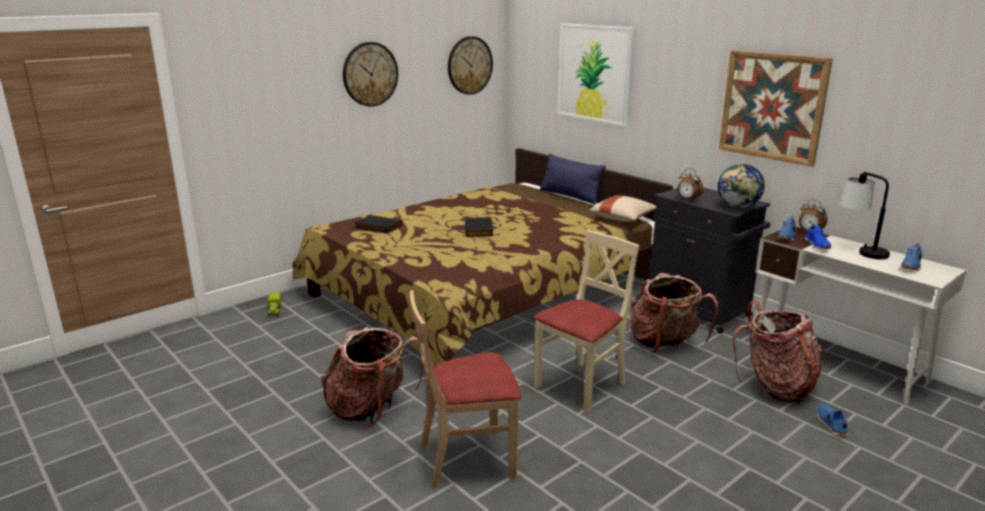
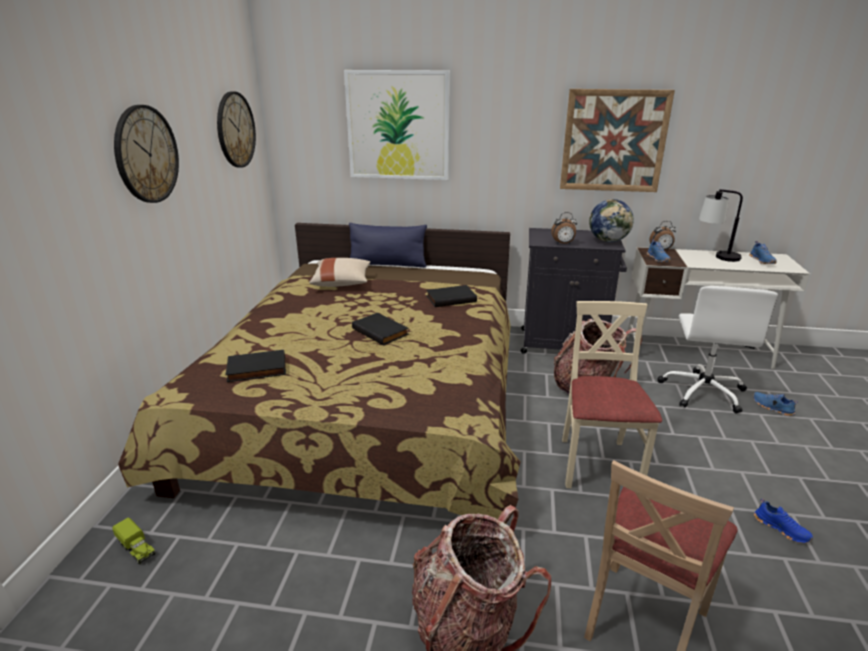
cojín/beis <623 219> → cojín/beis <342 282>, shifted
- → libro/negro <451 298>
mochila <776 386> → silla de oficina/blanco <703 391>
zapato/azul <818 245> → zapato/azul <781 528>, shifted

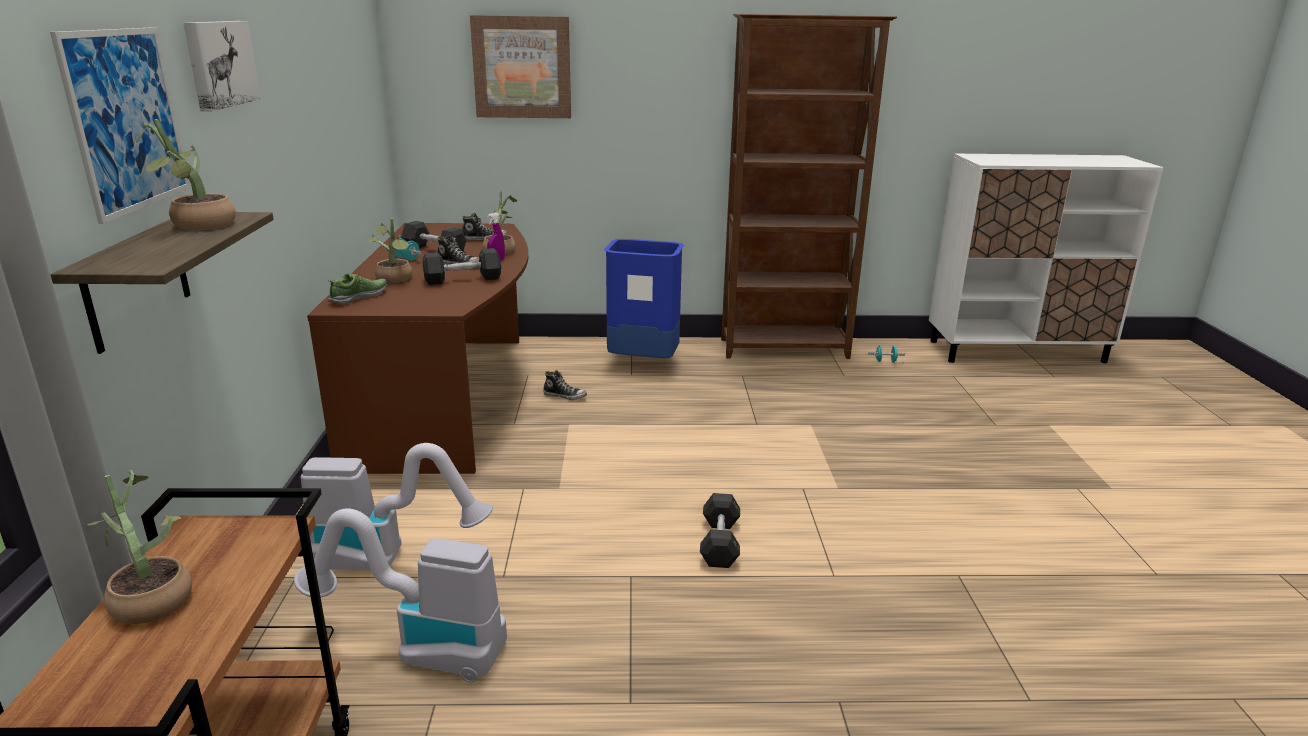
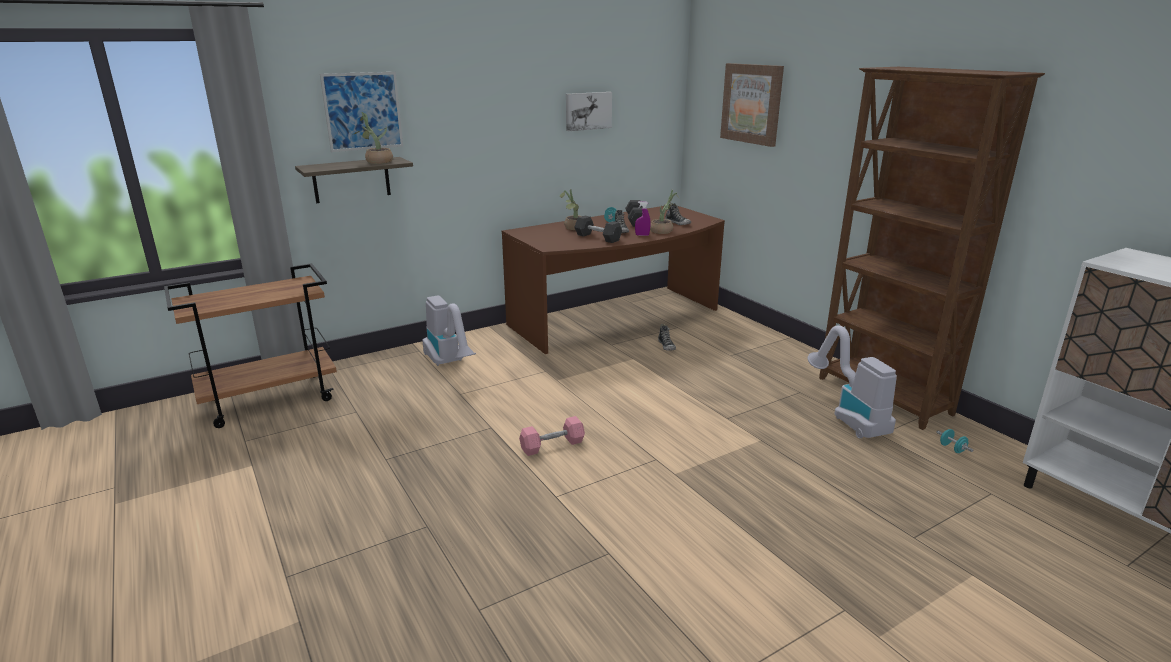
mancuerna/gris <720 543> → mancuerna/rosa <552 445>
cuadro <219 64> → cuadro <587 111>, shifted
aspiradora <419 648> → aspiradora <848 415>, shifted
planta en maceta <150 598> → -
zapato <359 297> → -
papelera/azul <643 362> → -

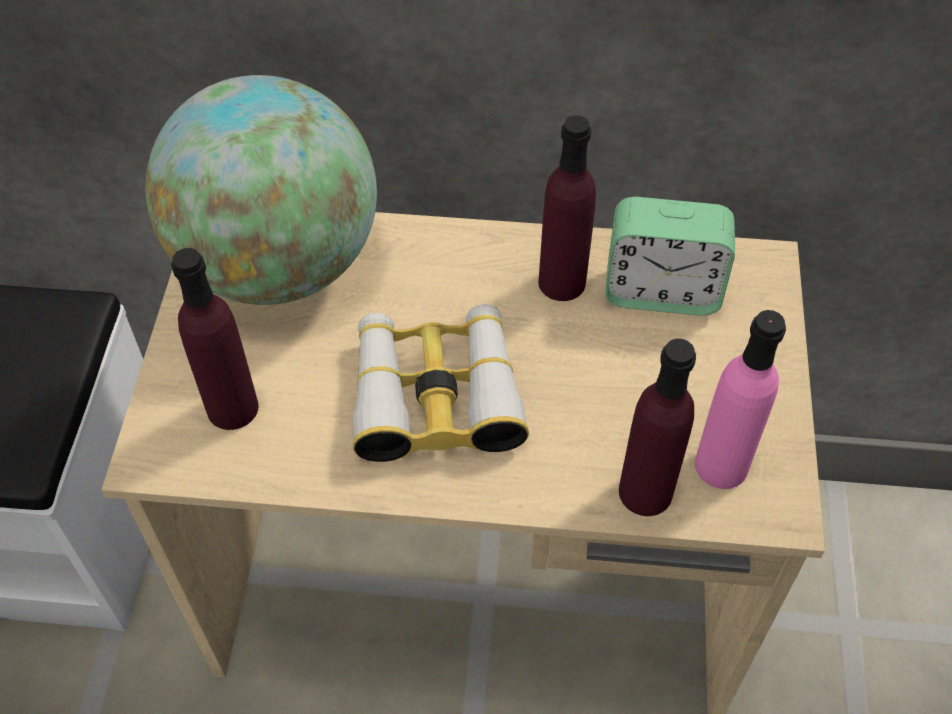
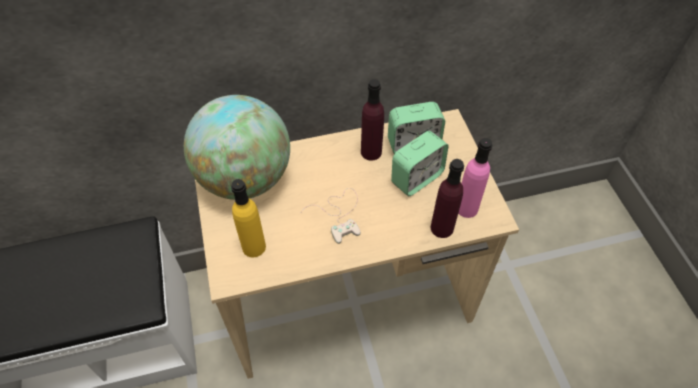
botella/morado <232 408> → botella/amarillo <254 247>
prismáticos <436 394> → mando de consola/blanco <339 214>
- → despertador <416 178>

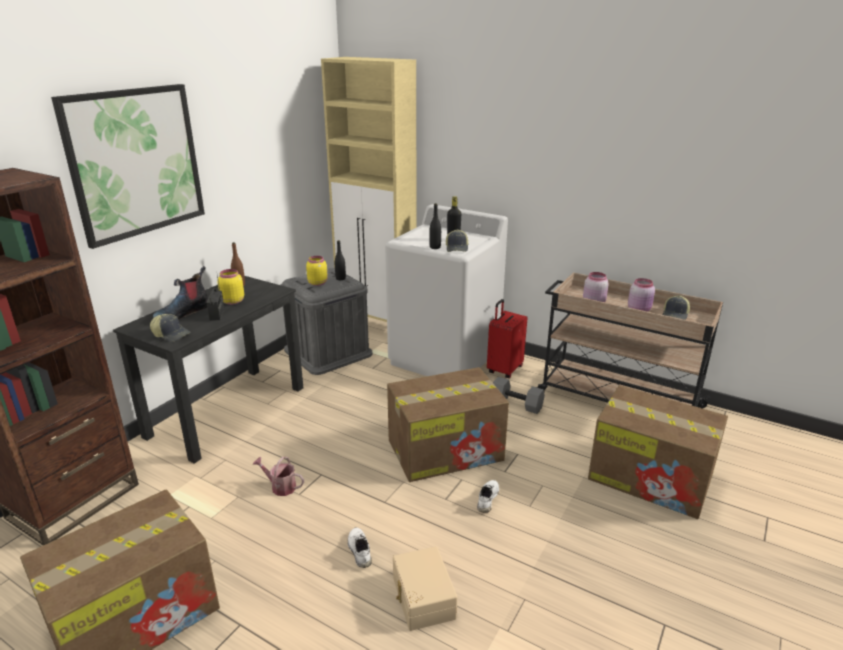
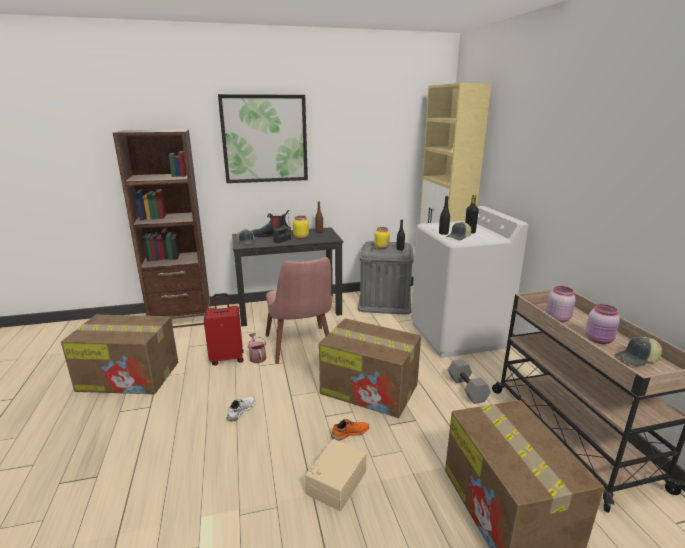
maleta/rojo <504 369> → maleta/rojo <227 358>, shifted
- → silla/rosa <301 349>
caja de almacenaje/beis <422 598> → caja de almacenaje/beis <335 481>, shifted
zapato/blanco <487 499> → zapato/naranja <350 433>

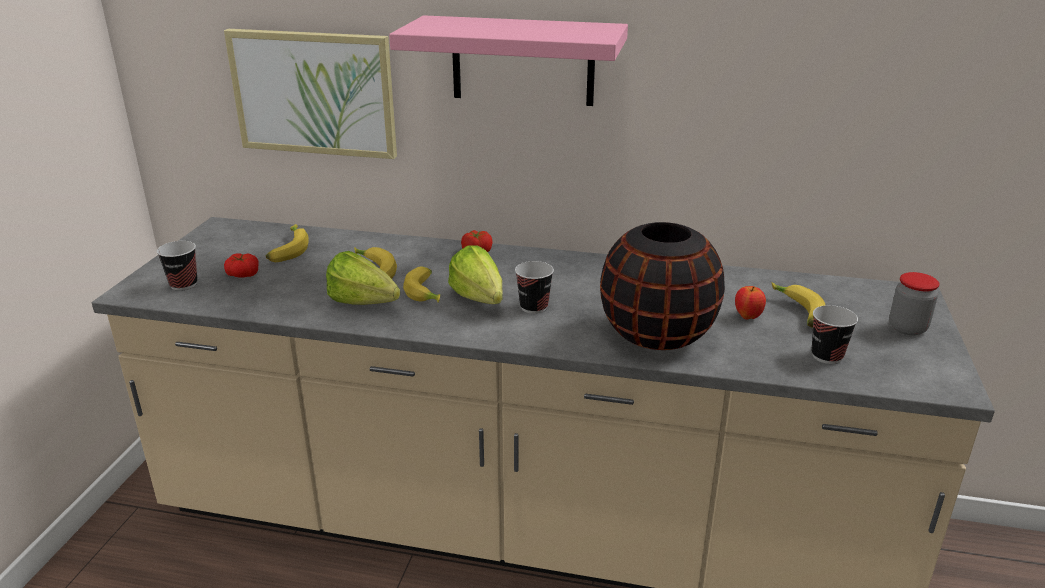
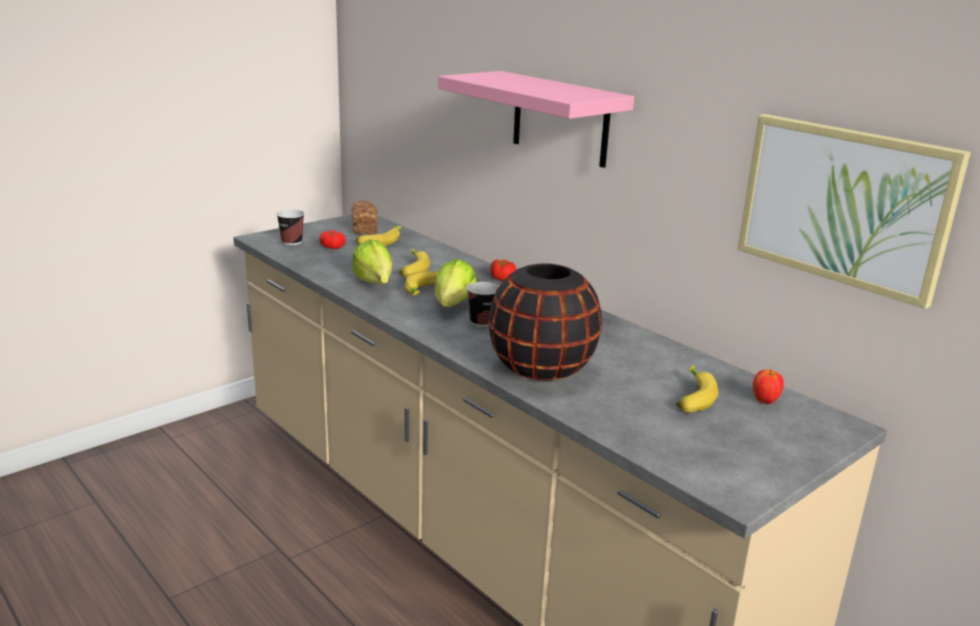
- → pan <364 228>
cuadro <314 93> → cuadro <844 205>, shifted
manzana <747 317> → manzana <765 401>, shifted
taza <827 356> → -
tarro <907 328> → -

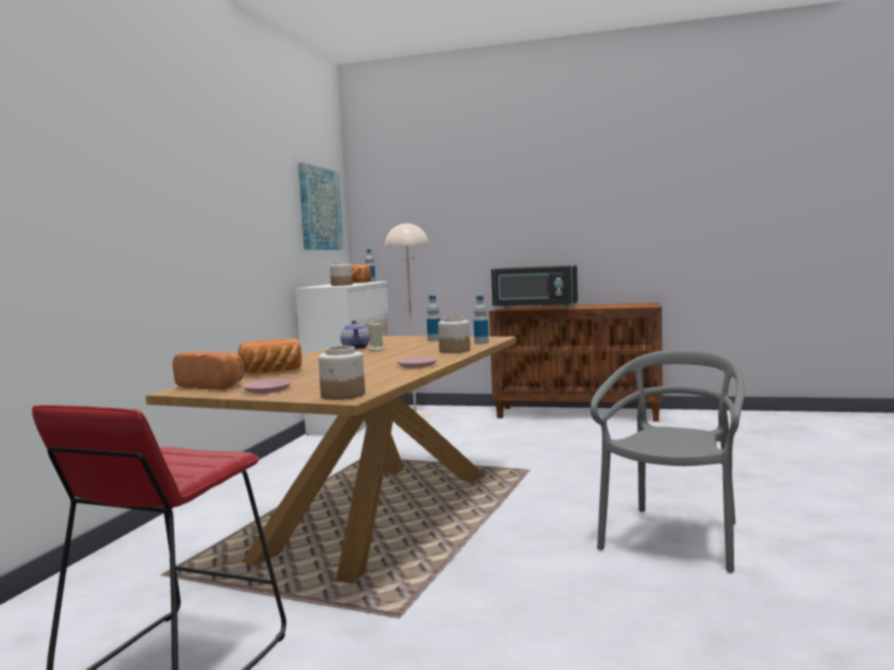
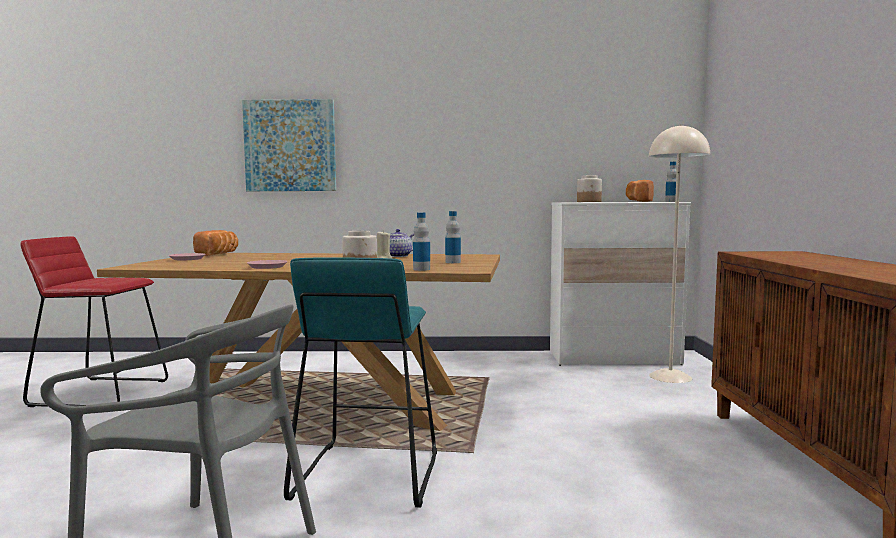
cuadro <319 208> → cuadro <290 146>, shifted
- → taburete/turquesa <367 474>
pan <272 373> → -
tarro <343 395> → -
microondas/negro <535 308> → -

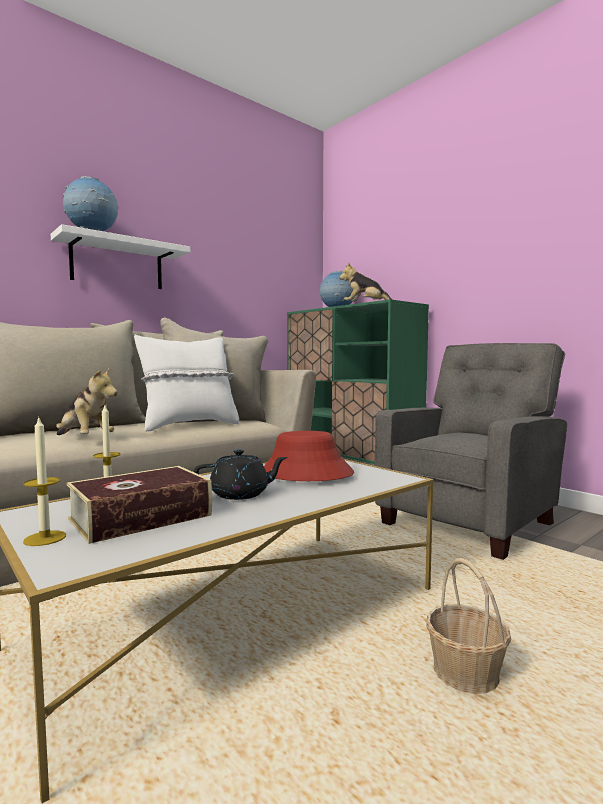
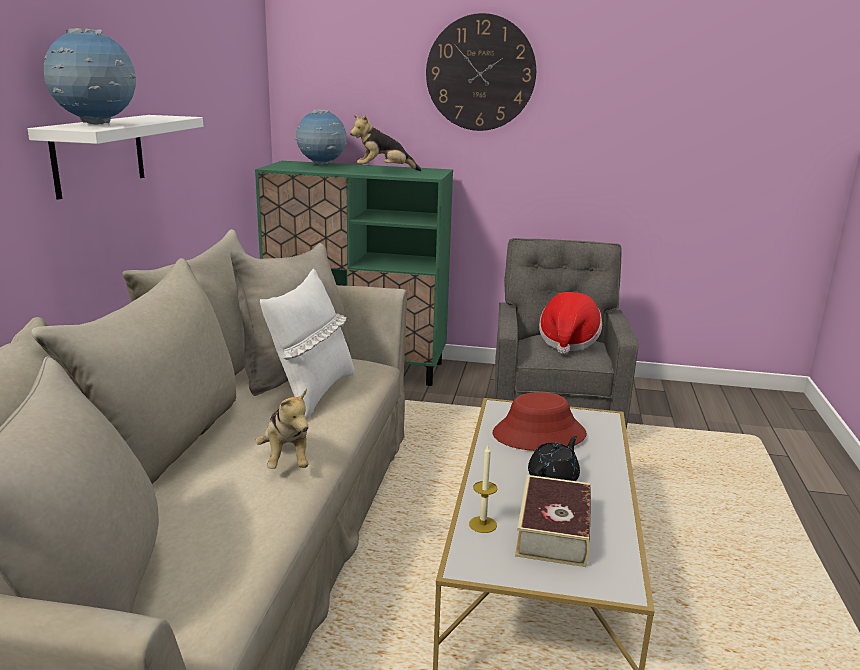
peluche <85 439> → peluche <287 459>, 75 degrees clockwise
- → reloj de pared <480 73>
- → sombrero <568 342>
vela <45 538> → -
cesta <465 674> → -

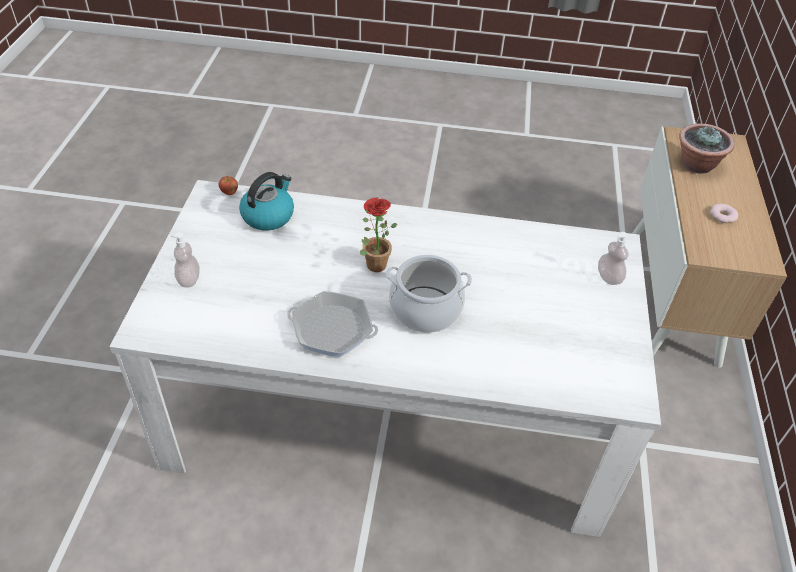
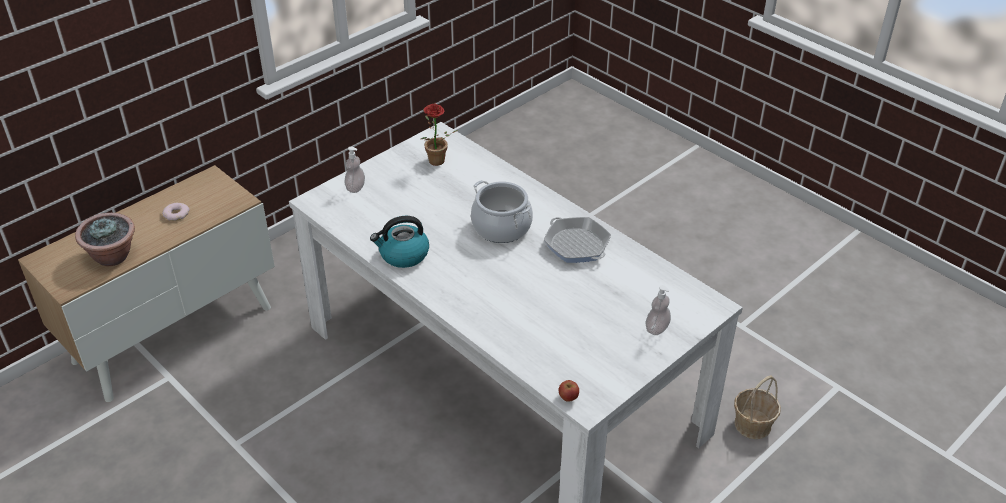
hervidor <268 216> → hervidor <403 255>, shifted
planta en maceta <373 262> → planta en maceta <436 163>, shifted
- → cesta <752 424>

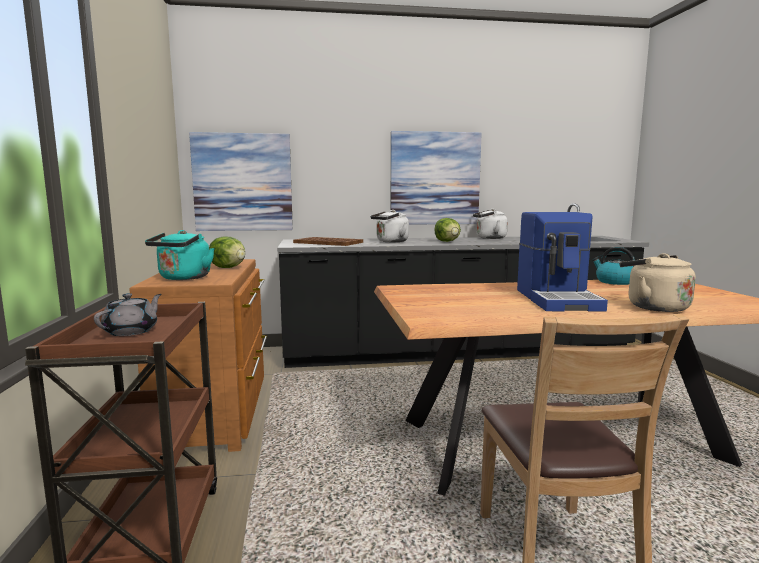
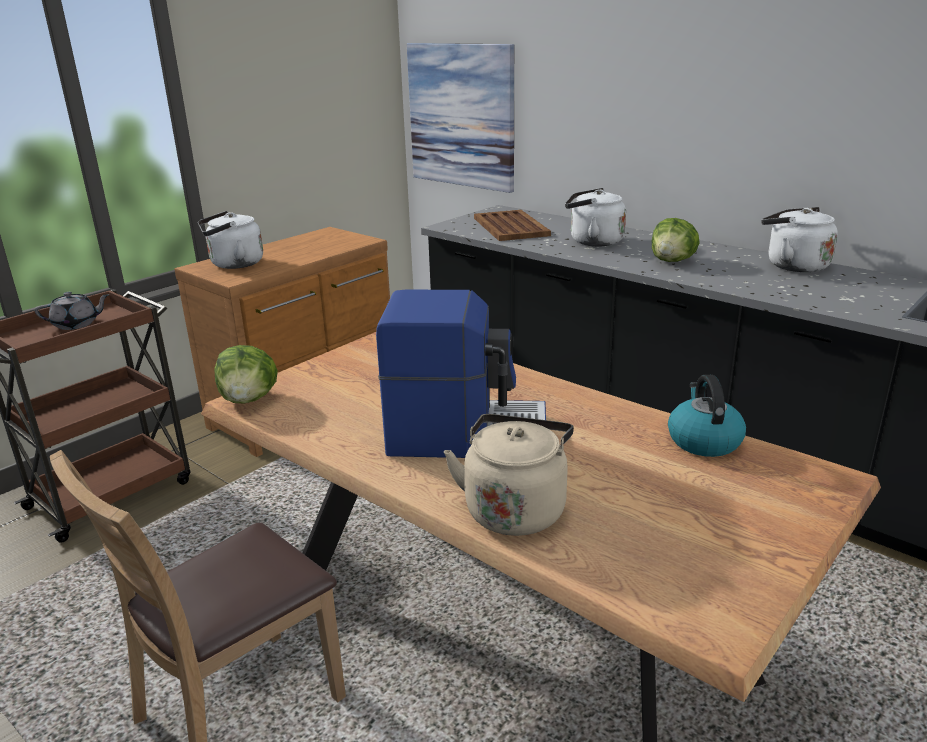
hervidor/turquesa <183 278> → hervidor/blanco <233 264>
lechuga <229 267> → lechuga <249 399>, shifted
cafetera <558 299> → cafetera <466 434>, 135 degrees counterclockwise
cuadro <435 178> → -

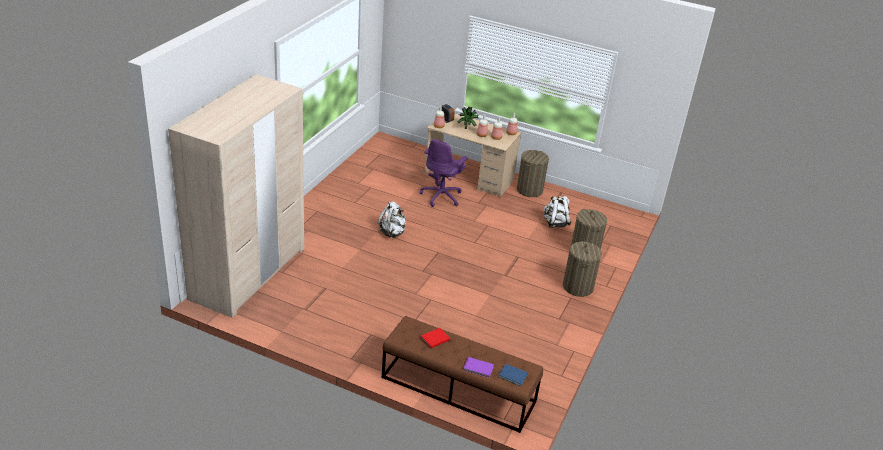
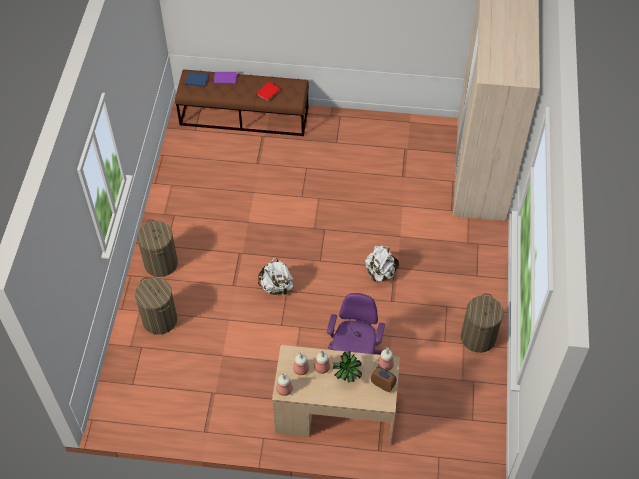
mochila/blanco <555 223> → mochila/blanco <276 287>, shifted
cesto de la ropa <529 190> → cesto de la ropa <478 337>, shifted

